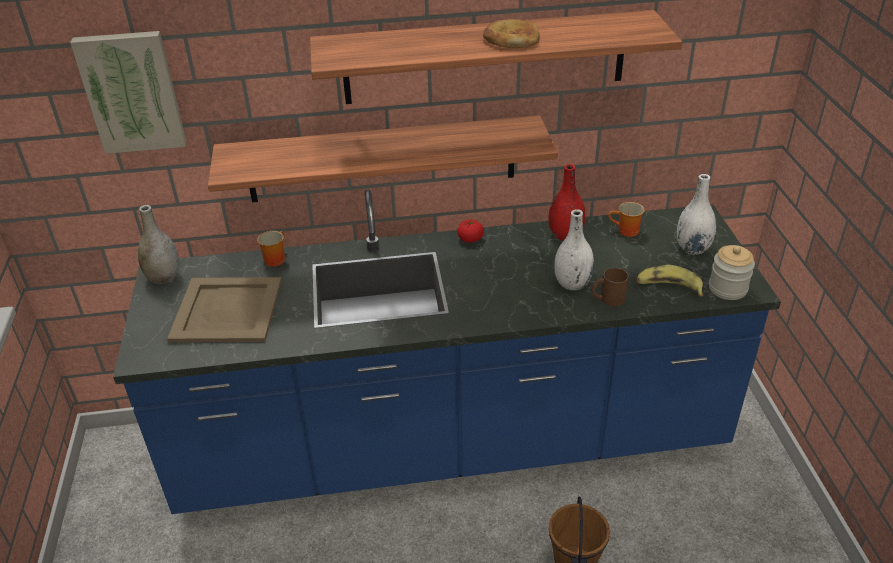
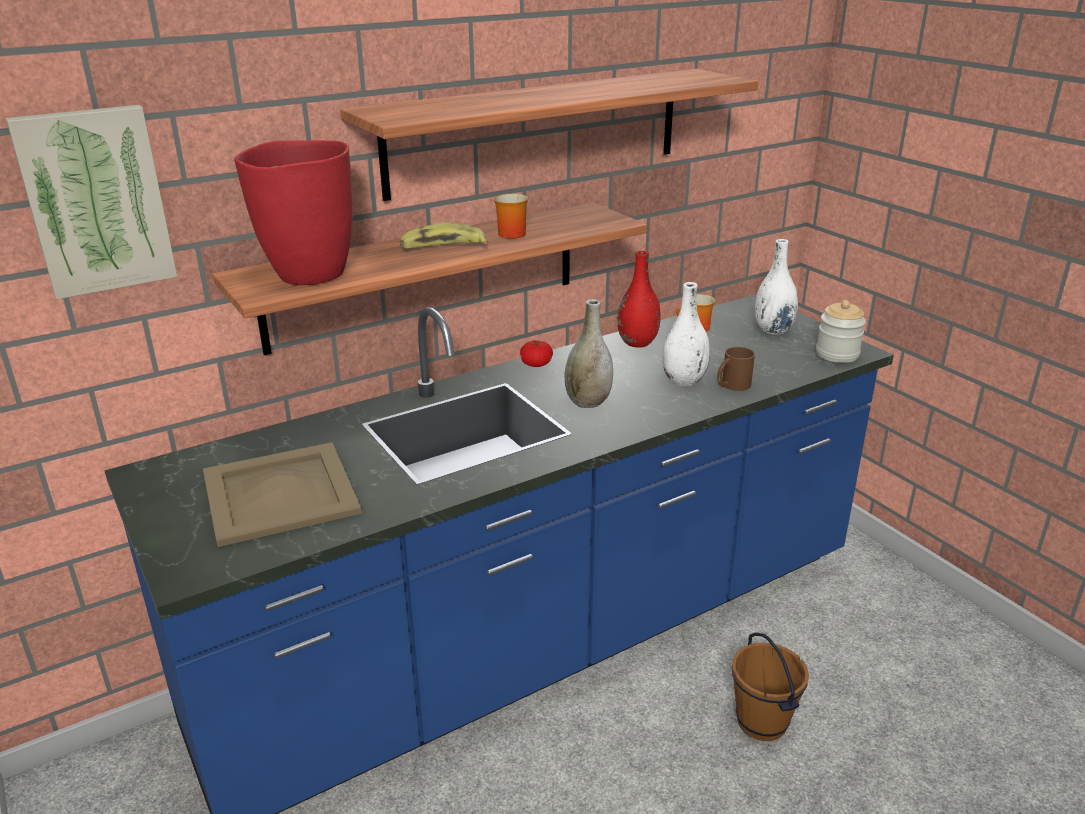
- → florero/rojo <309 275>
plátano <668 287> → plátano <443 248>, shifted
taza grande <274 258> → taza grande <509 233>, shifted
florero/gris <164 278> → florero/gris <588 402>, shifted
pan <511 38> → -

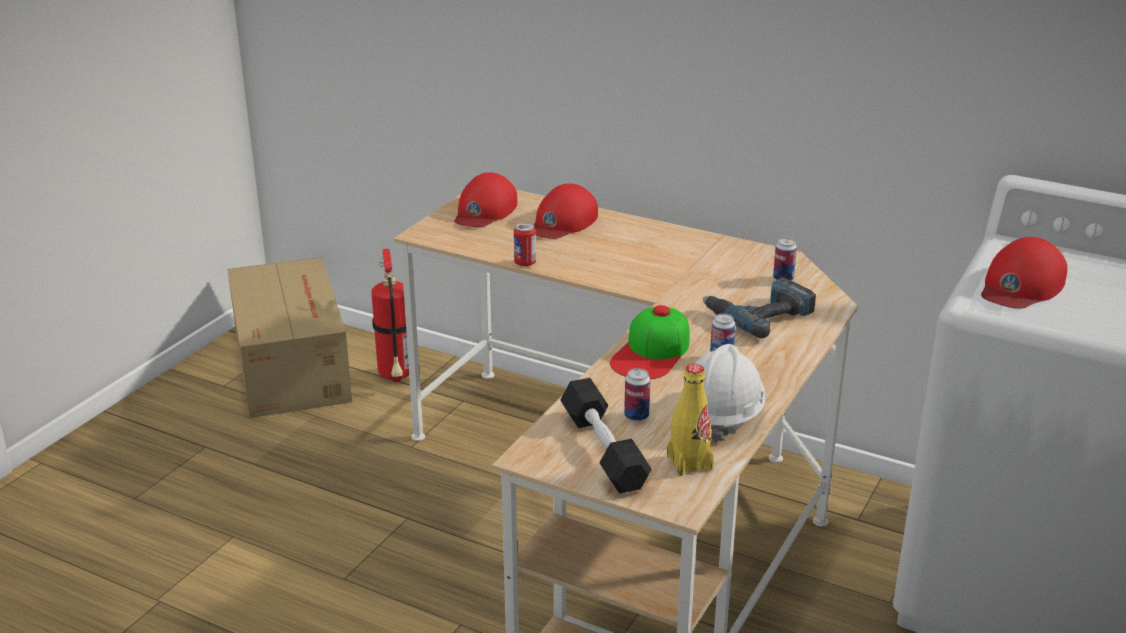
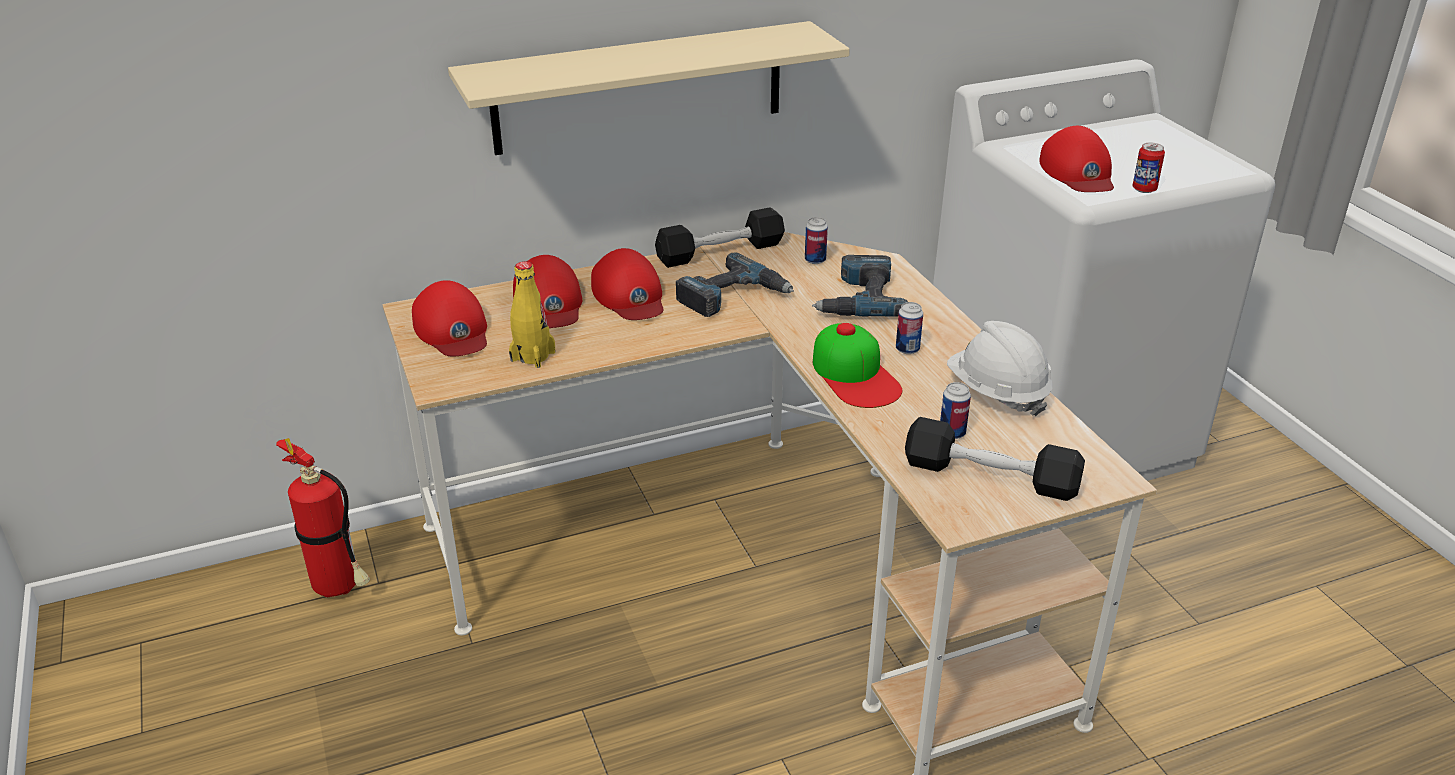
- → estante/beis <639 88>
botella/amarillo <689 463> → botella/amarillo <533 356>, shifted
- → gorra/rojo <629 295>
- → mancuerna/negro <720 252>
- → taladro <733 296>
lata <525 263> → lata <1144 189>, shifted
caja de cartón <292 365> → -

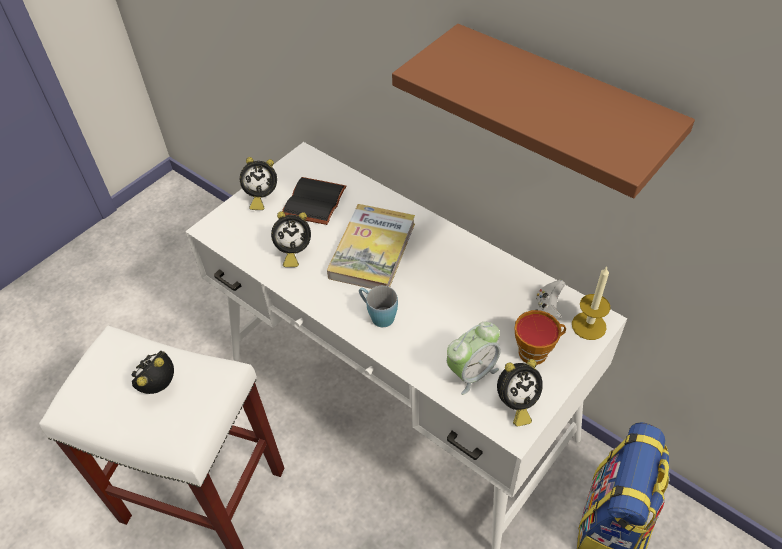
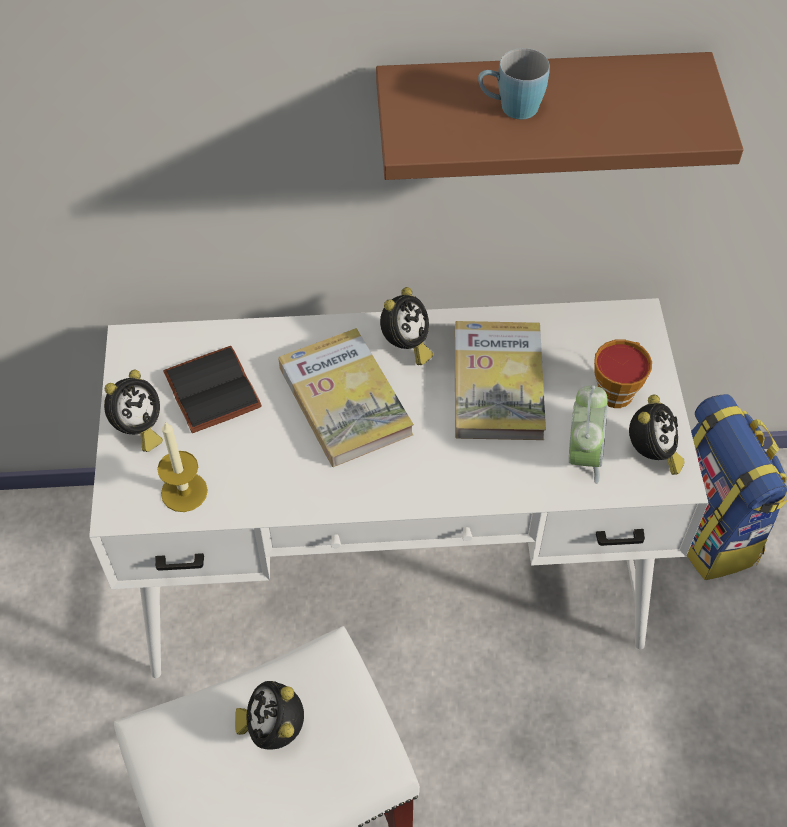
vela <589 326> → vela <184 492>, shifted
despertador <293 252> → despertador <405 345>, shifted
- → libro <497 384>
taza grande/azul <378 315> → taza grande/azul <510 108>, shifted
mando de consola/blanco <546 311> → -

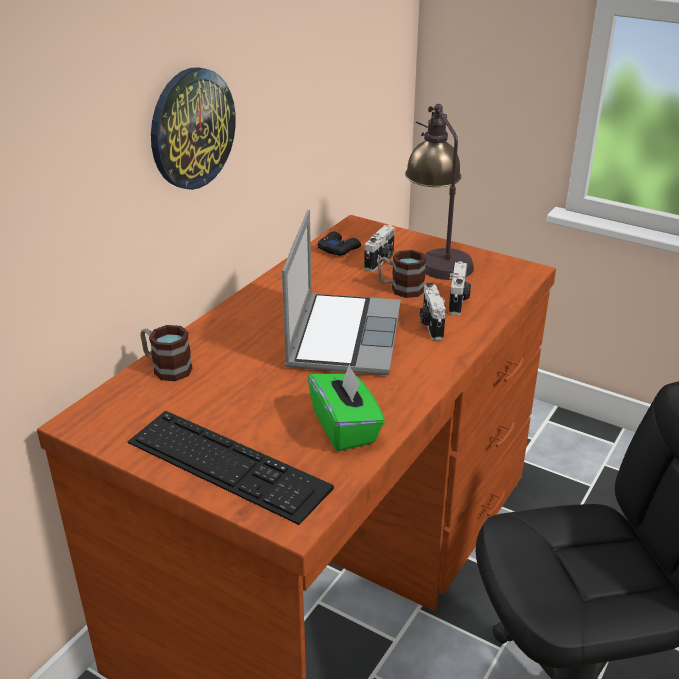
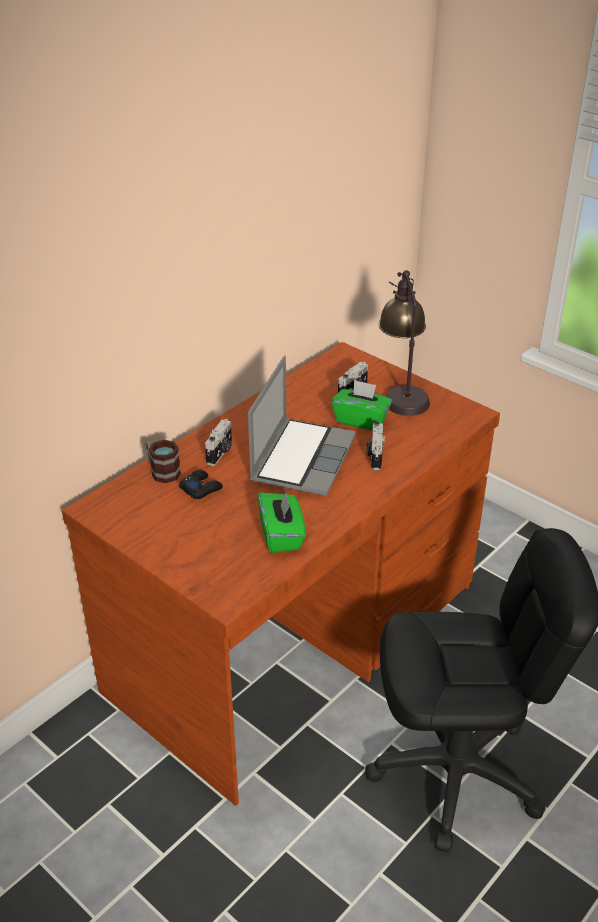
mando de consola/negro <338 248> → mando de consola/negro <201 488>, shifted
cámara <458 301> → cámara <220 453>, shifted
taza grande <400 289> → caja de pañuelos/verde <361 420>
teclado <227 465> → -
reloj de pared <191 128> → -

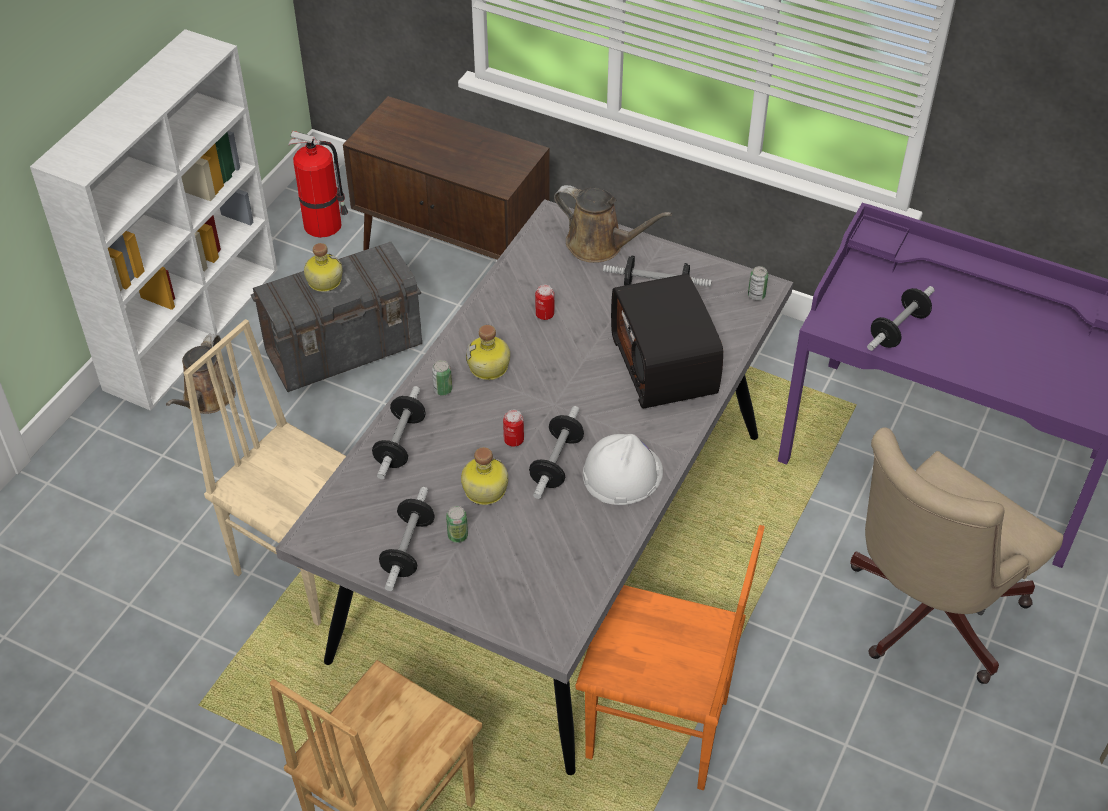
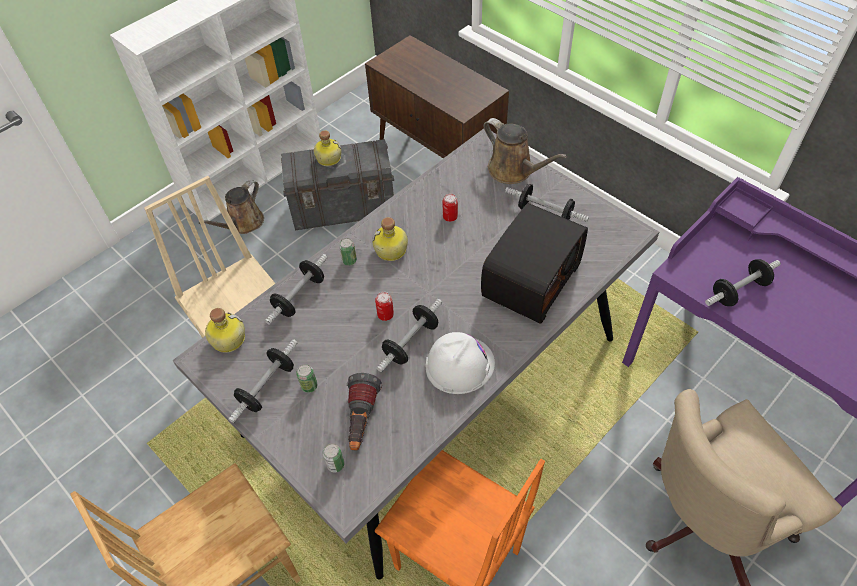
botella <483 490> → botella <227 339>, shifted
lata <756 295> → lata <335 464>, shifted
- → linterna <361 420>
radio <666 365> → radio <530 280>, 150 degrees counterclockwise
extintor <325 224> → -

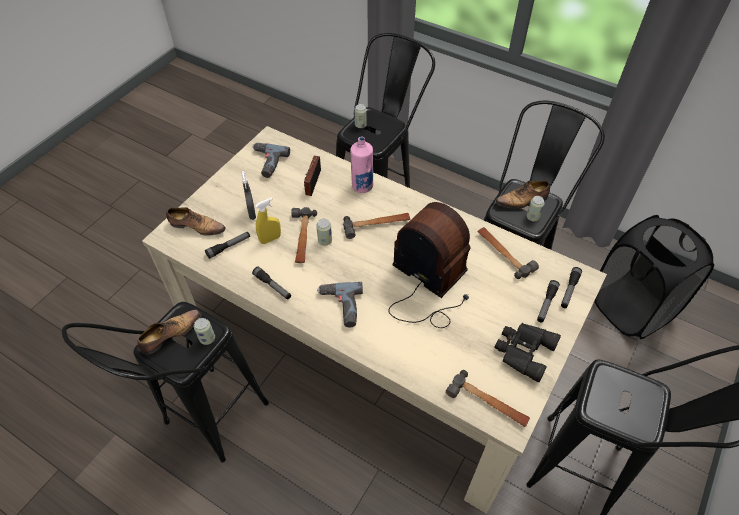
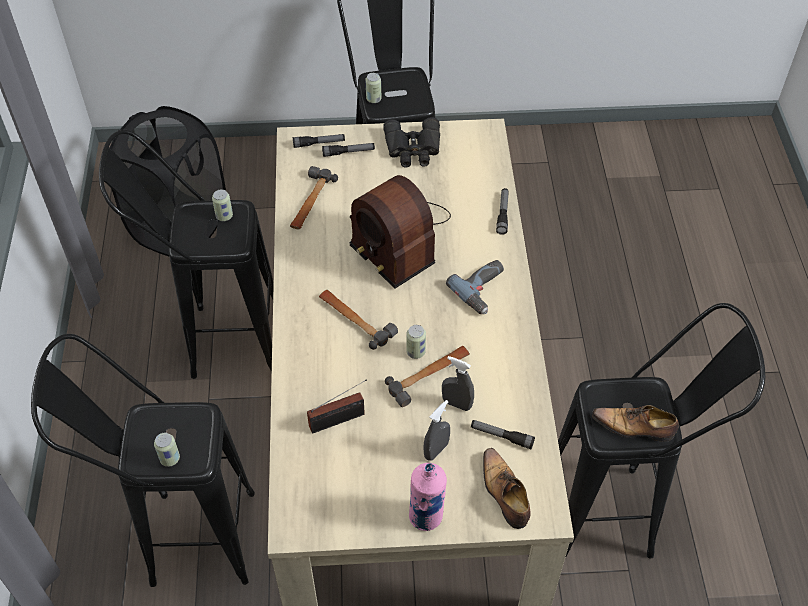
radio <428 285> → radio <398 239>, 45 degrees counterclockwise
lata <207 339> → lata <373 99>, shifted
botella/rosa <362 186> → botella/rosa <426 516>, shifted
pulverizador/amarillo <270 239> → pulverizador/gris <456 404>
linterna <272 286> → linterna <503 214>, shifted
taladro <266 163> → -
martillo <488 403> → -
zapato <522 200> → -

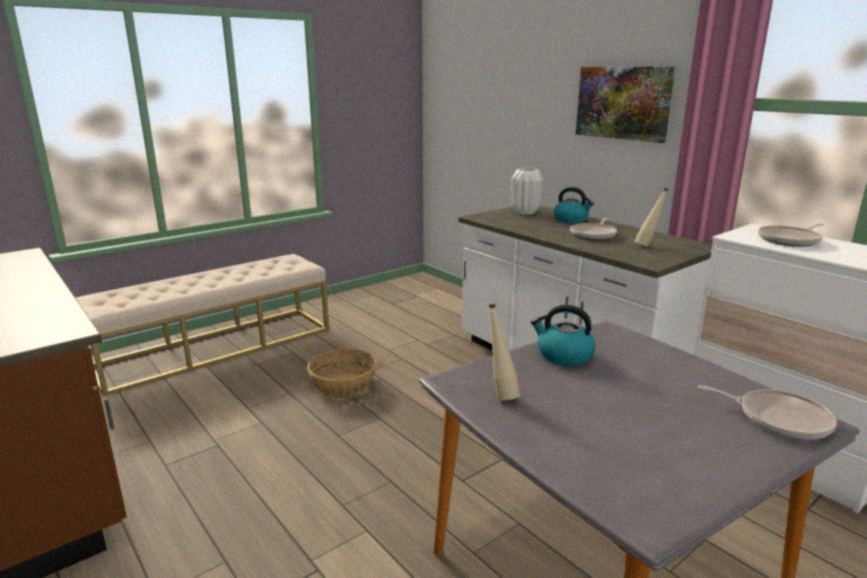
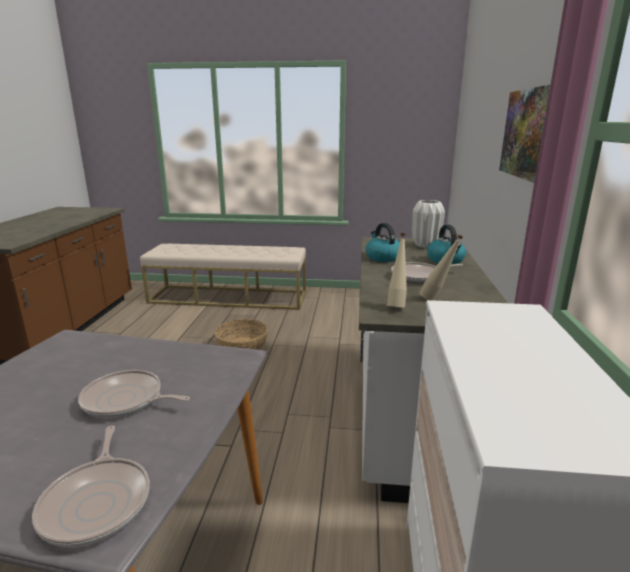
sartén <790 240> → sartén <126 400>, shifted
hervidor <563 355> → hervidor <383 257>, shifted
botella/beis <500 394> → botella/beis <396 305>, shifted

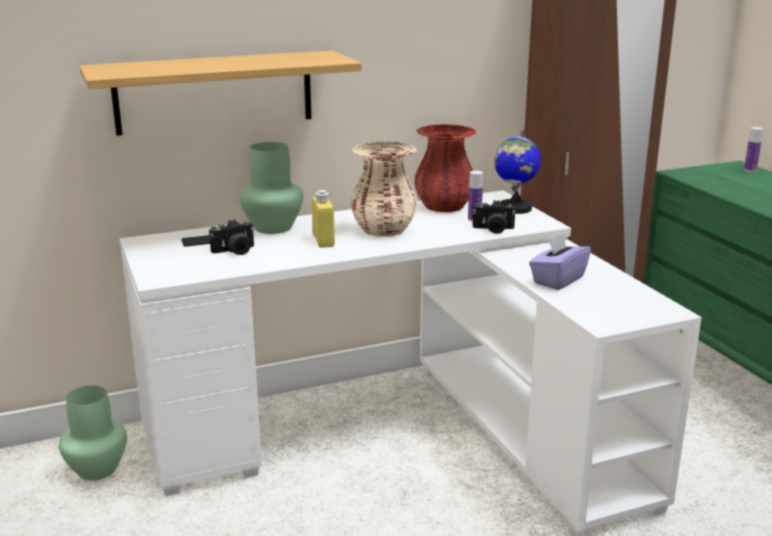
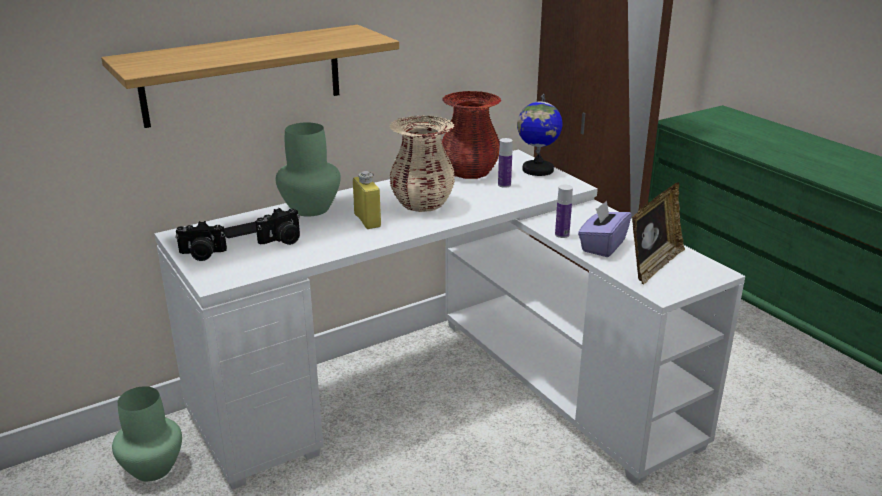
cámara <493 230> → cámara <201 254>, shifted
botella <750 170> → botella <562 234>, shifted
- → portarretratos <653 265>

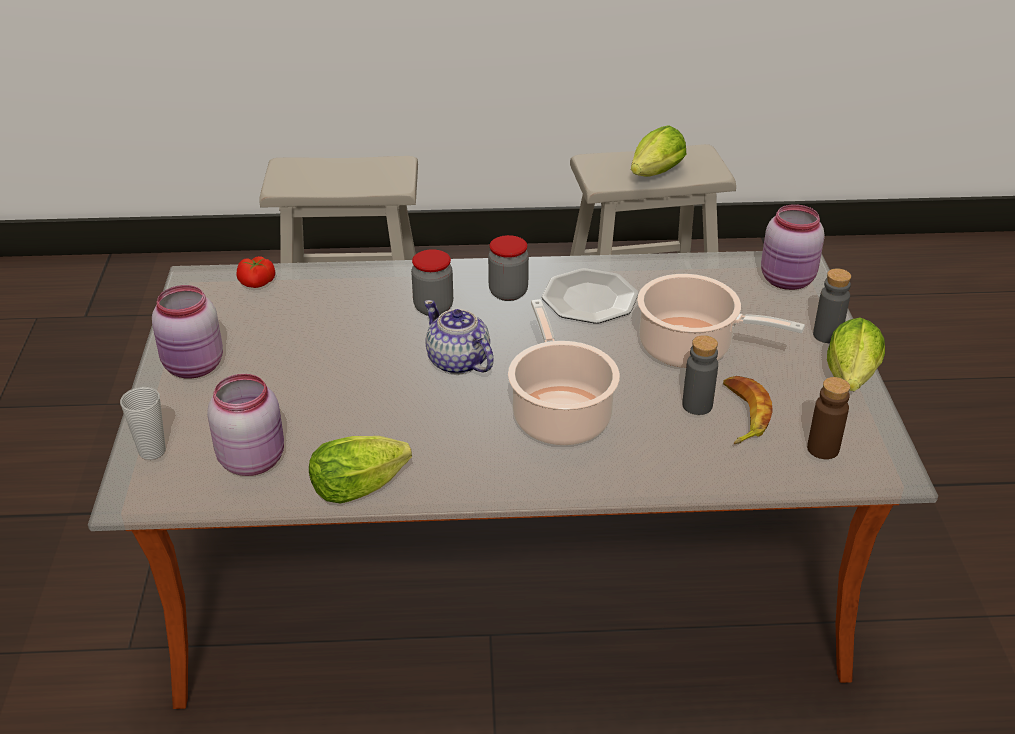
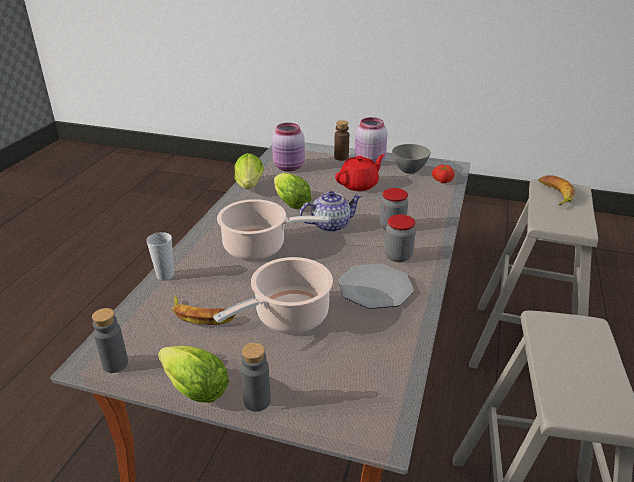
botella/gris <697 405> → botella/gris <115 364>, shifted
taza <152 451> → taza <165 275>, shifted
lechuga <653 175> → lechuga <289 202>, shifted
botella/marrón <823 449> → botella/marrón <341 157>, shifted
- → tetera/rojo <359 185>
- → cuenco/gris <409 171>
- → plátano <554 194>
tarro/rosa <788 281> → -

